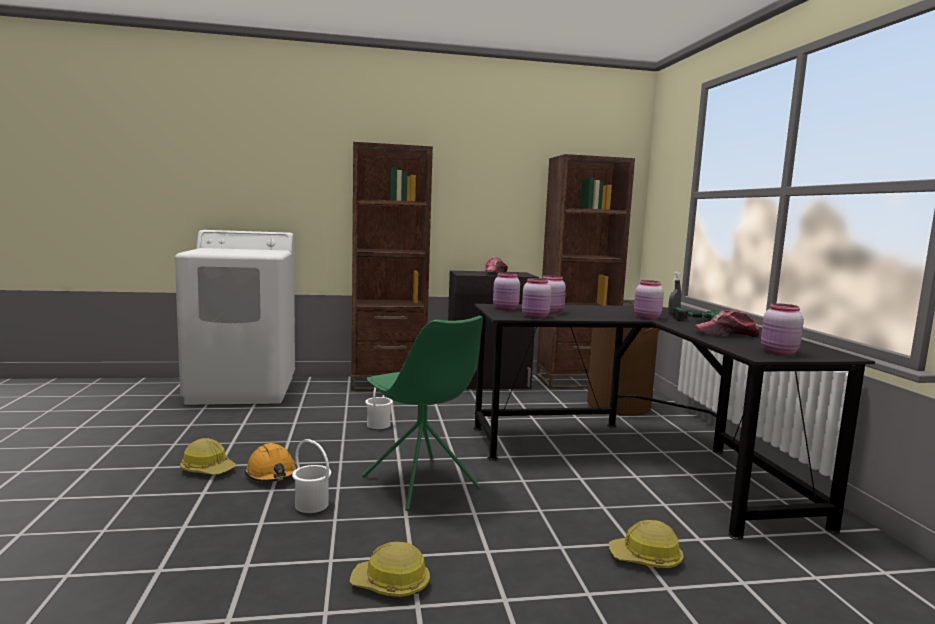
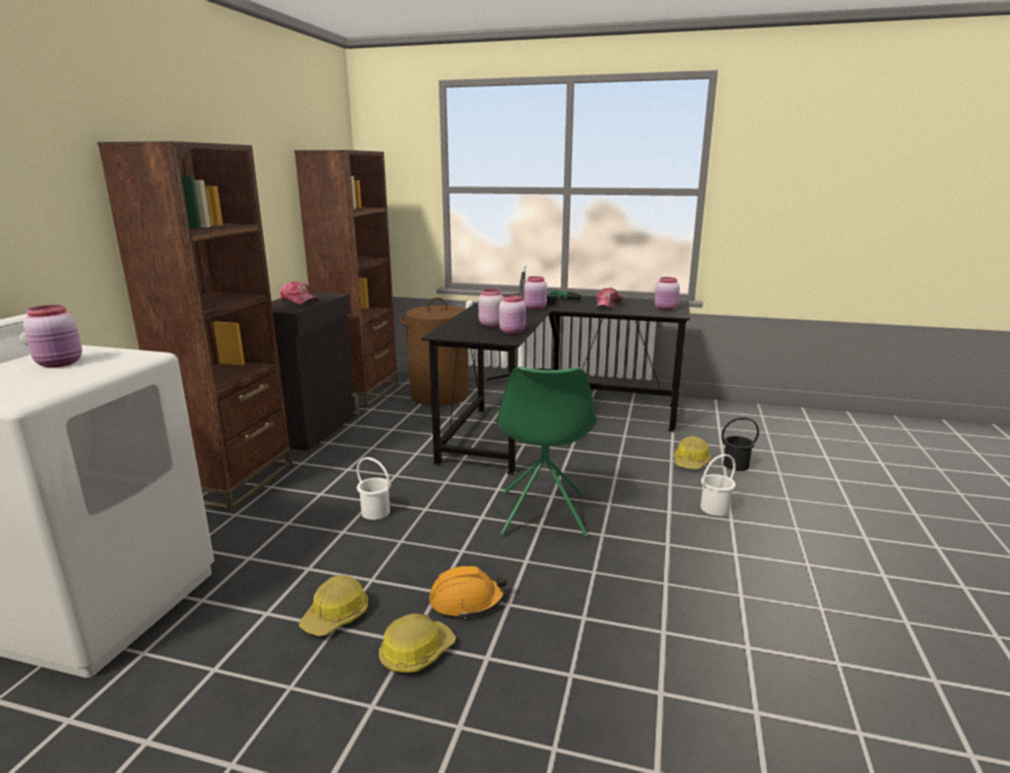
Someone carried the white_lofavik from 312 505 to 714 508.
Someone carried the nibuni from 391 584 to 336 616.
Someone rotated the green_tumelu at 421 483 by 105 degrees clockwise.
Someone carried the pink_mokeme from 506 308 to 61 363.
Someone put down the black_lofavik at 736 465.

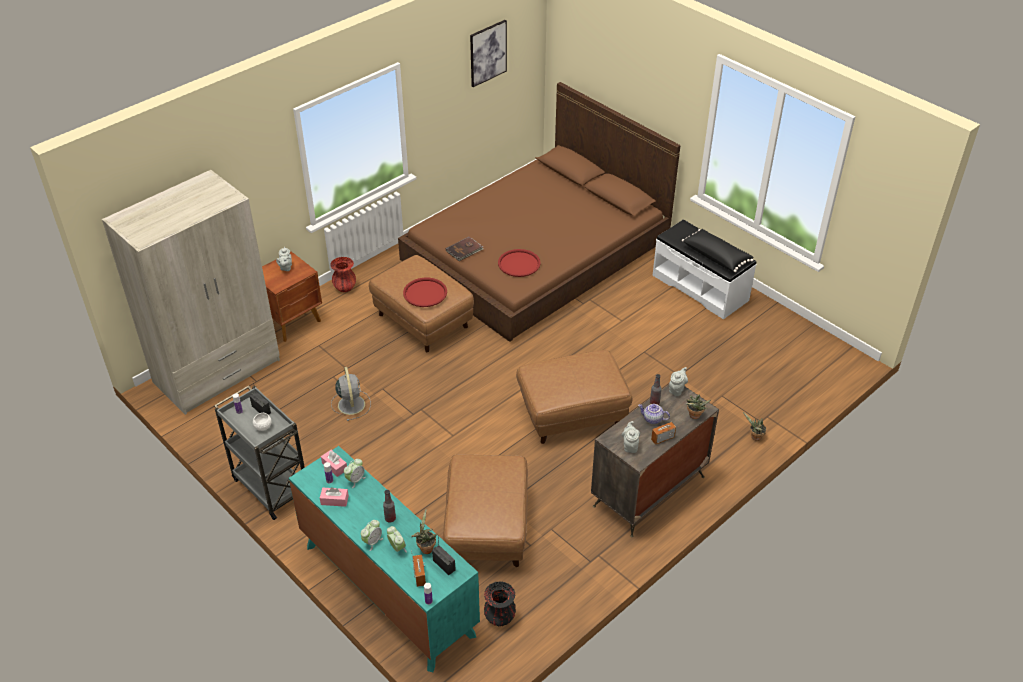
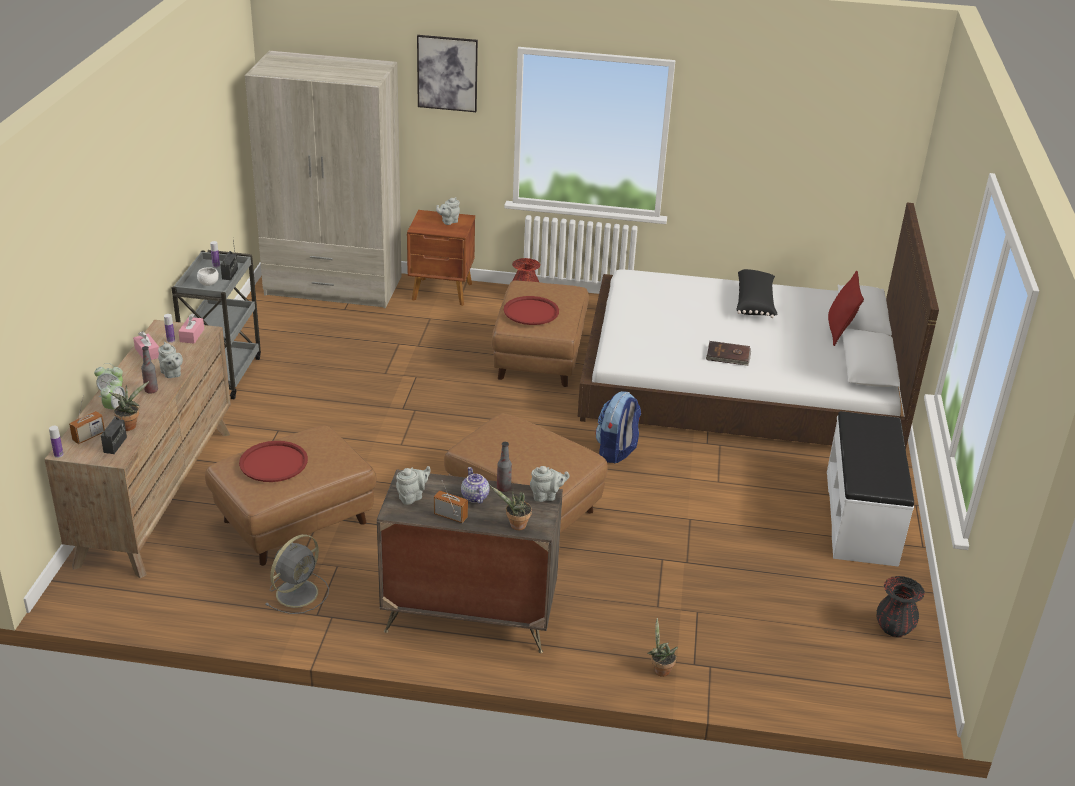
Someone repainted the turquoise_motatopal at 387 589, which became the brown_motatopal at 156 495.
Someone carried the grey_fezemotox from 351 404 to 298 592.
Someone took away the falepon at 355 480.
Someone repainted the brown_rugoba at 536 252, which became the white_rugoba at 740 380.
Someone carried the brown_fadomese from 464 250 to 728 356.
Someone carried the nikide from 488 53 to 447 73.
Someone carried the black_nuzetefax from 500 617 to 894 628.
Someone carried the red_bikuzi from 519 263 to 273 462.
Someone carried the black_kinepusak from 716 256 to 755 303.
Someone put down the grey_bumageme at 171 374.
Someone put down the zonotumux at 616 452.
Someone put down the red_kinepusak at 839 331.

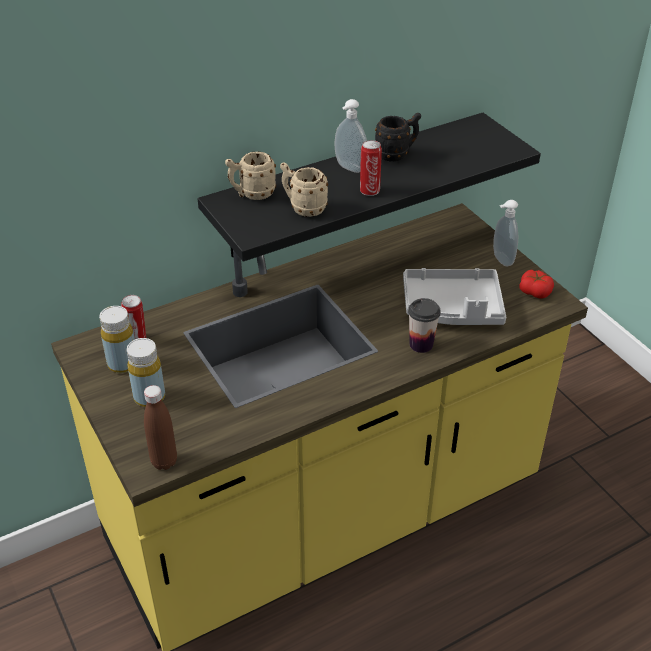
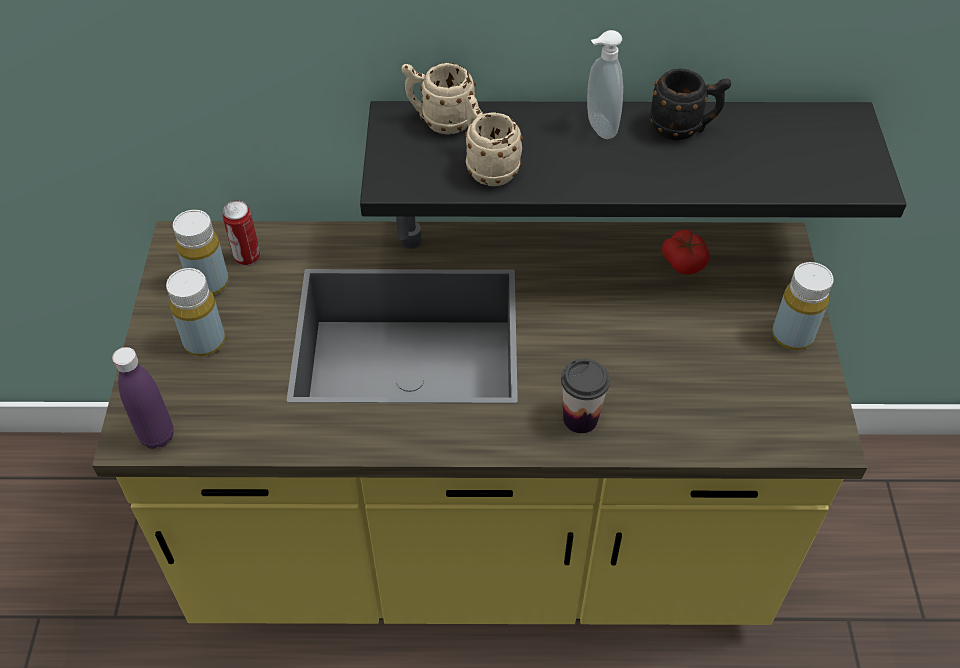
Someone repainted the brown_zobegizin at 164 461, which became the purple_zobegizin at 157 436.
Someone took away the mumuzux at 369 190.
Someone took away the grey_bikuzi at 452 308.
Someone swapped the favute at 501 260 for the yellow_zobegizin at 792 335.
Someone carried the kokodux from 535 291 to 684 261.

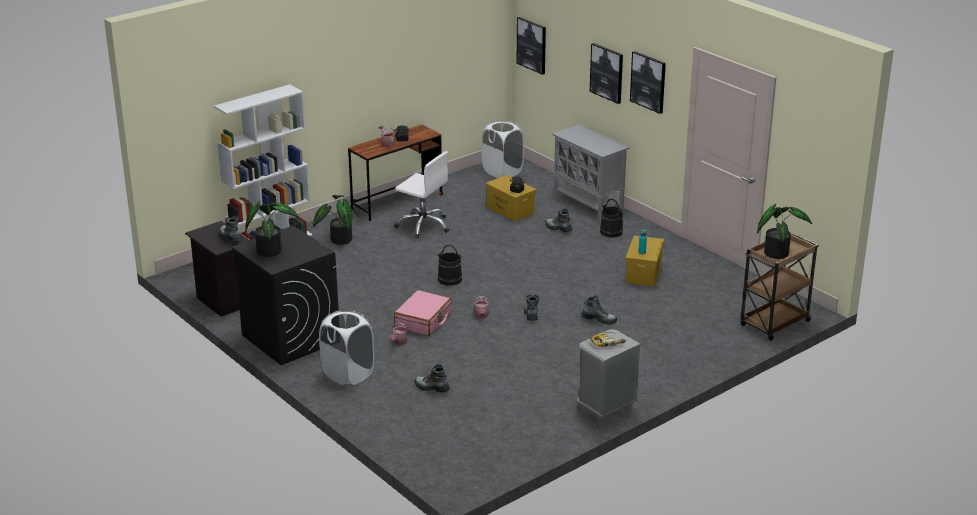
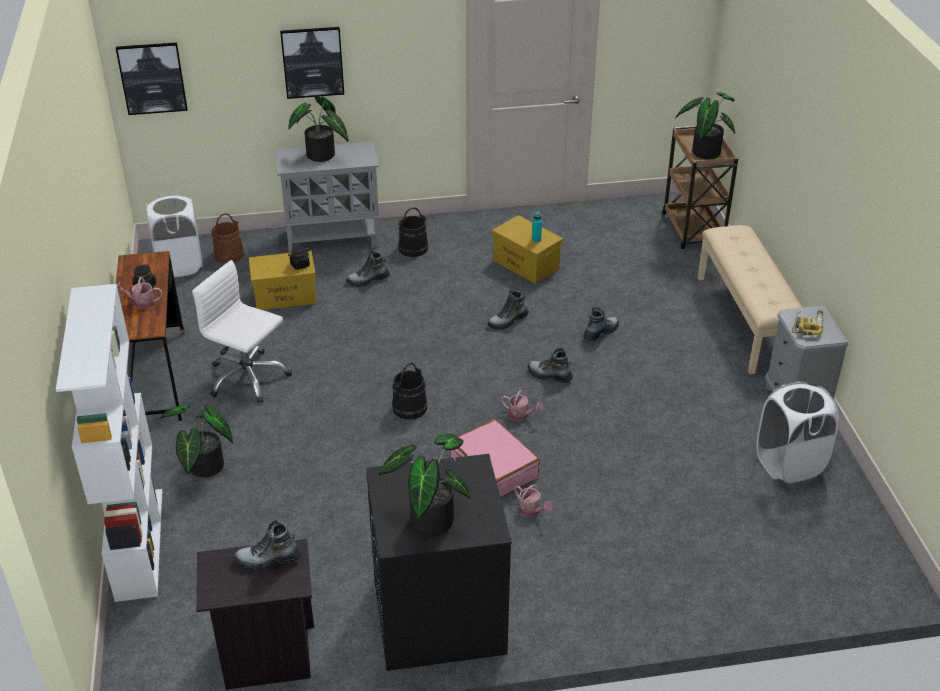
Someone carried the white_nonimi from 348 374 to 789 464.
Someone rotated the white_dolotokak at 423 225 by 120 degrees counterclockwise.
Someone carried the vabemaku from 431 388 to 507 321.
Someone took away the nikide at 648 81.
Someone put down the brown_lofavik at 229 254.
Someone put down the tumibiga at 322 157.
Someone put down the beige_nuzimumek at 746 321.

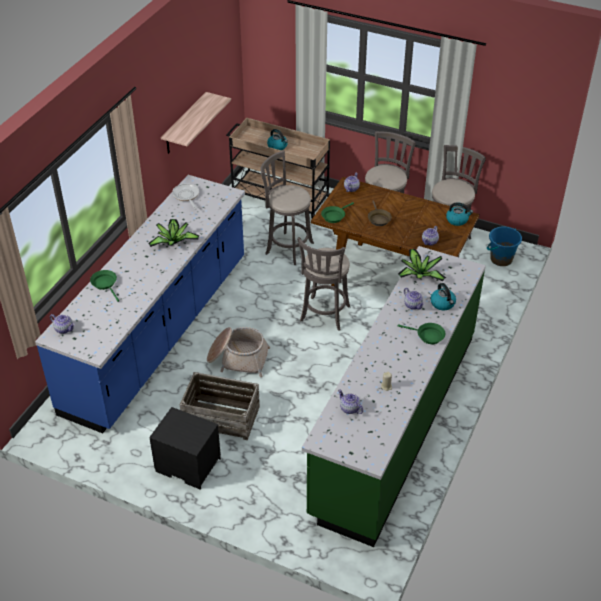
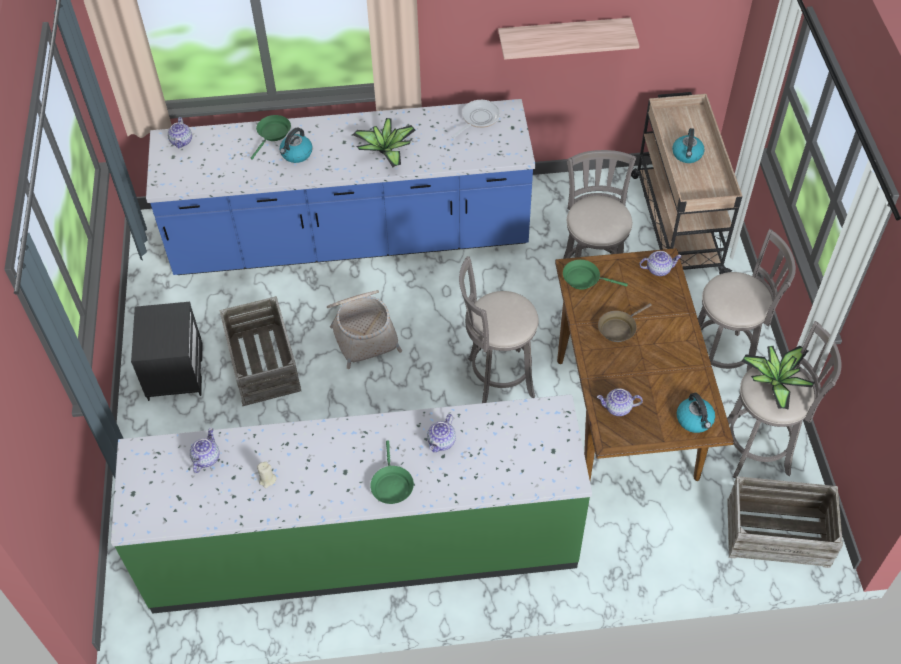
Someone carried the tumibiga from 419 275 to 775 381.
Someone carried the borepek from 443 304 to 296 154.
Someone swapped the blue_lofavik at 501 259 for the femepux at 777 534.

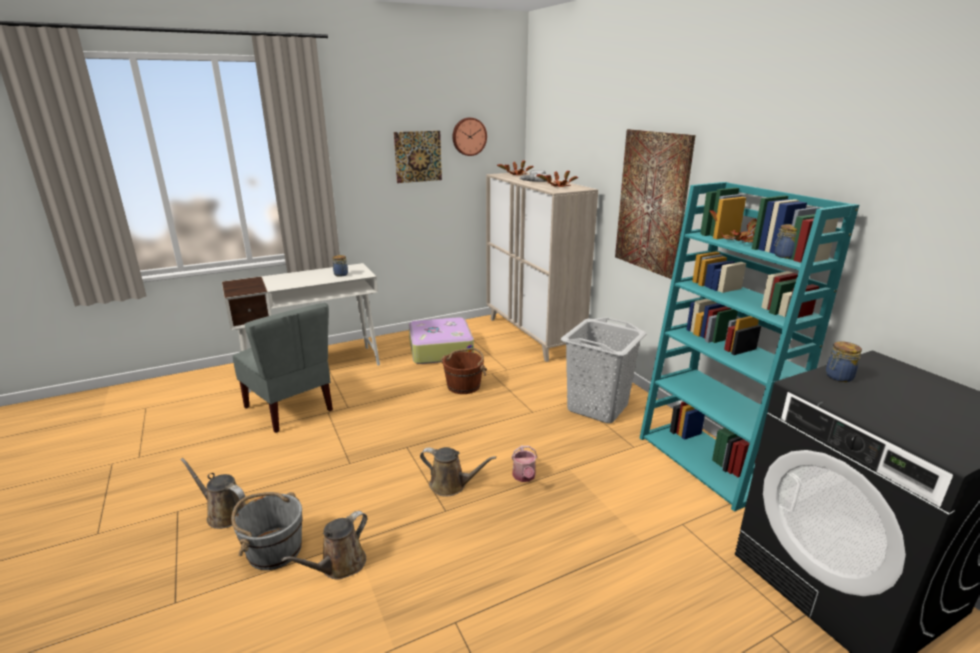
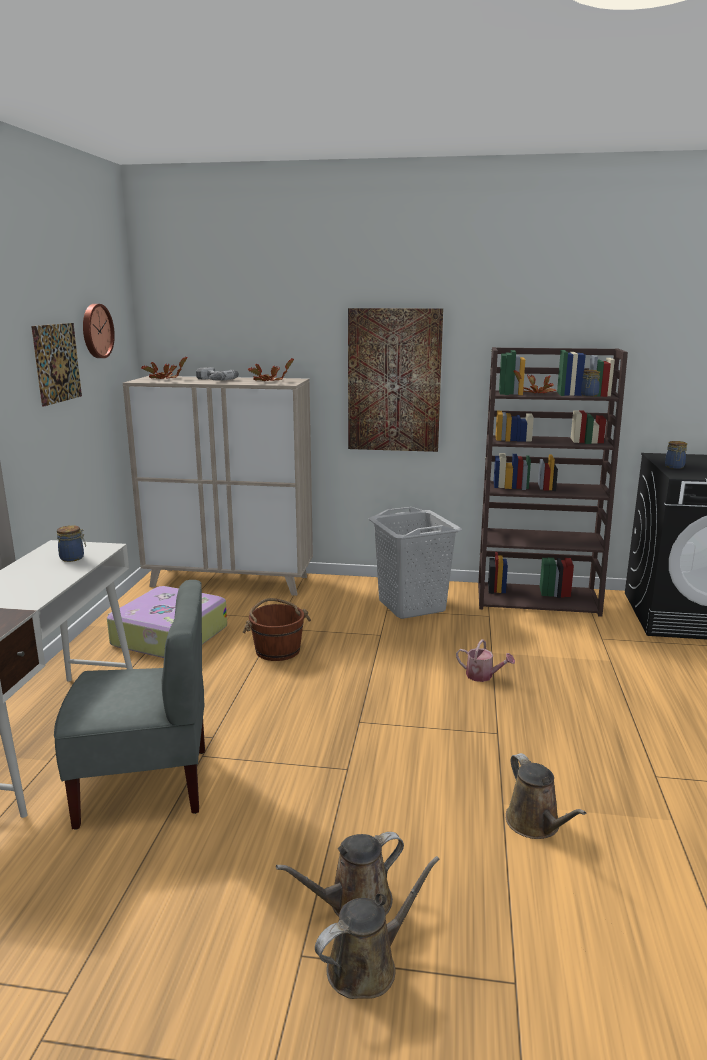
Someone took away the grey_lofavik at 274 550.
Someone carried the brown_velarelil from 451 485 to 368 965.
Someone repainted the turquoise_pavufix at 709 462, which became the brown_pavufix at 538 599.

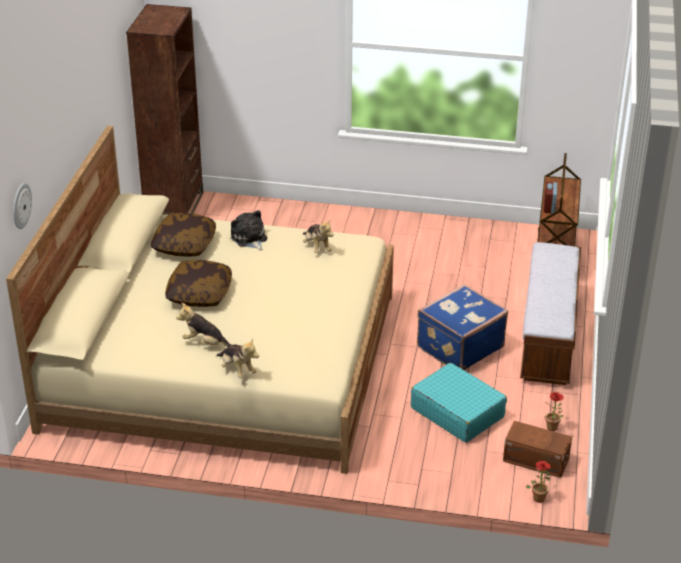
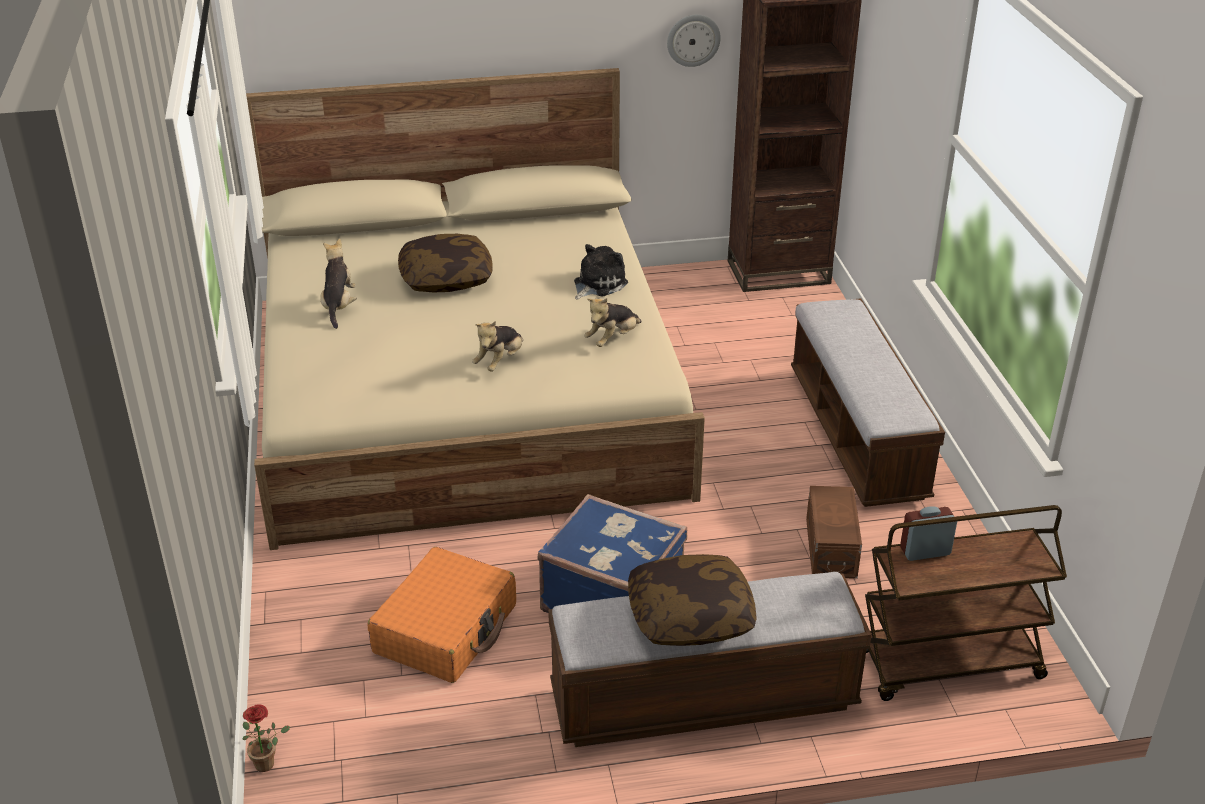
Someone carried the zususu from 20 205 to 693 40.
Someone carried the kinepusak from 184 245 to 690 616.
Someone carried the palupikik from 237 370 to 500 361.
Someone repainted the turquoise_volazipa at 457 412, which became the orange_volazipa at 446 629.
Someone carried the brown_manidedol from 536 461 to 829 548.
Someone took away the tumibiga at 553 429.
Someone put down the nuzimumek at 856 435.

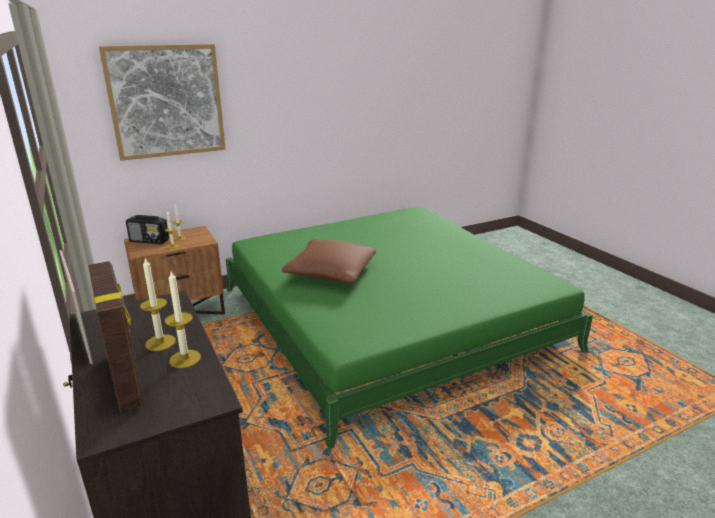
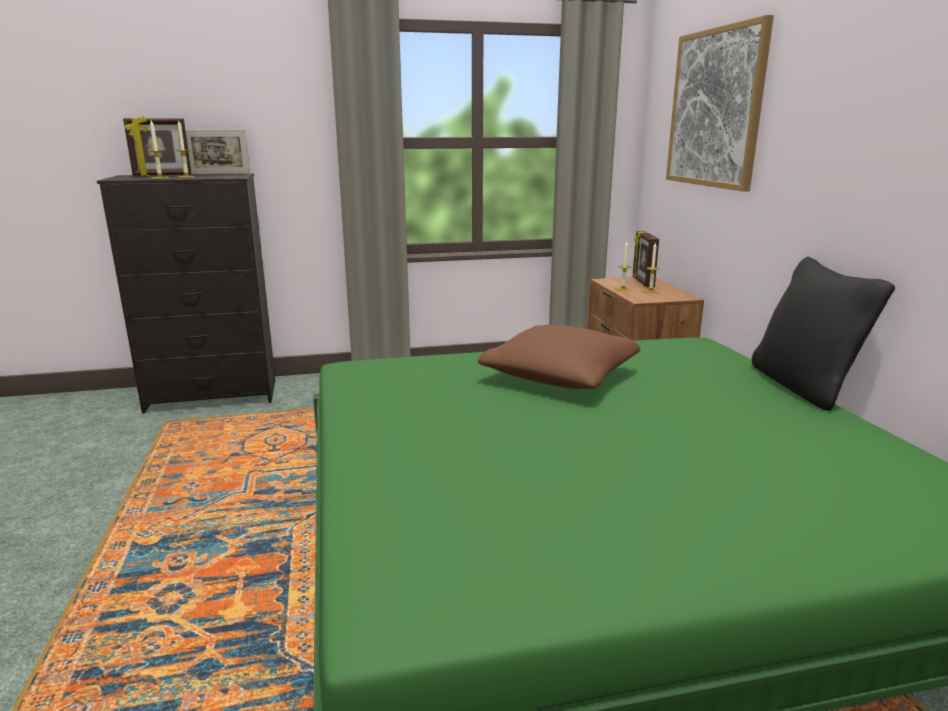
Someone swapped the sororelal at 150 241 for the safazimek at 642 282.
Someone put down the black_kinepusak at 804 386.

